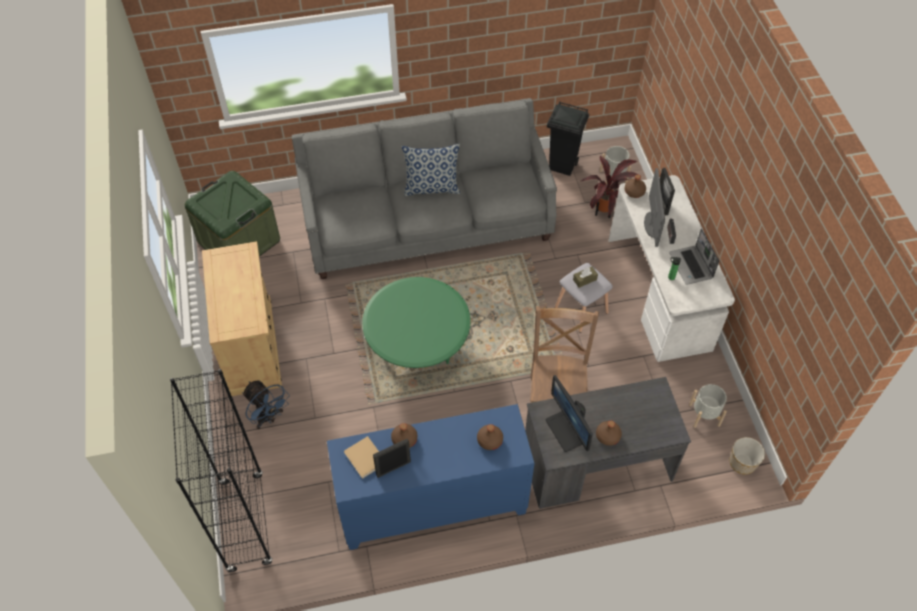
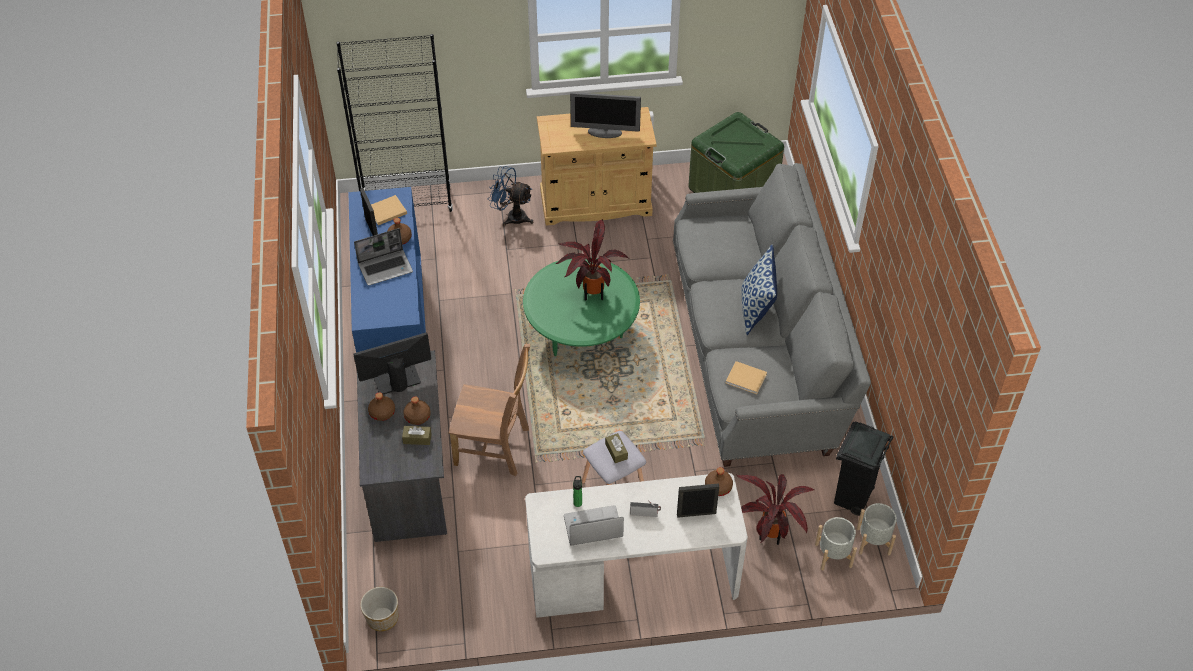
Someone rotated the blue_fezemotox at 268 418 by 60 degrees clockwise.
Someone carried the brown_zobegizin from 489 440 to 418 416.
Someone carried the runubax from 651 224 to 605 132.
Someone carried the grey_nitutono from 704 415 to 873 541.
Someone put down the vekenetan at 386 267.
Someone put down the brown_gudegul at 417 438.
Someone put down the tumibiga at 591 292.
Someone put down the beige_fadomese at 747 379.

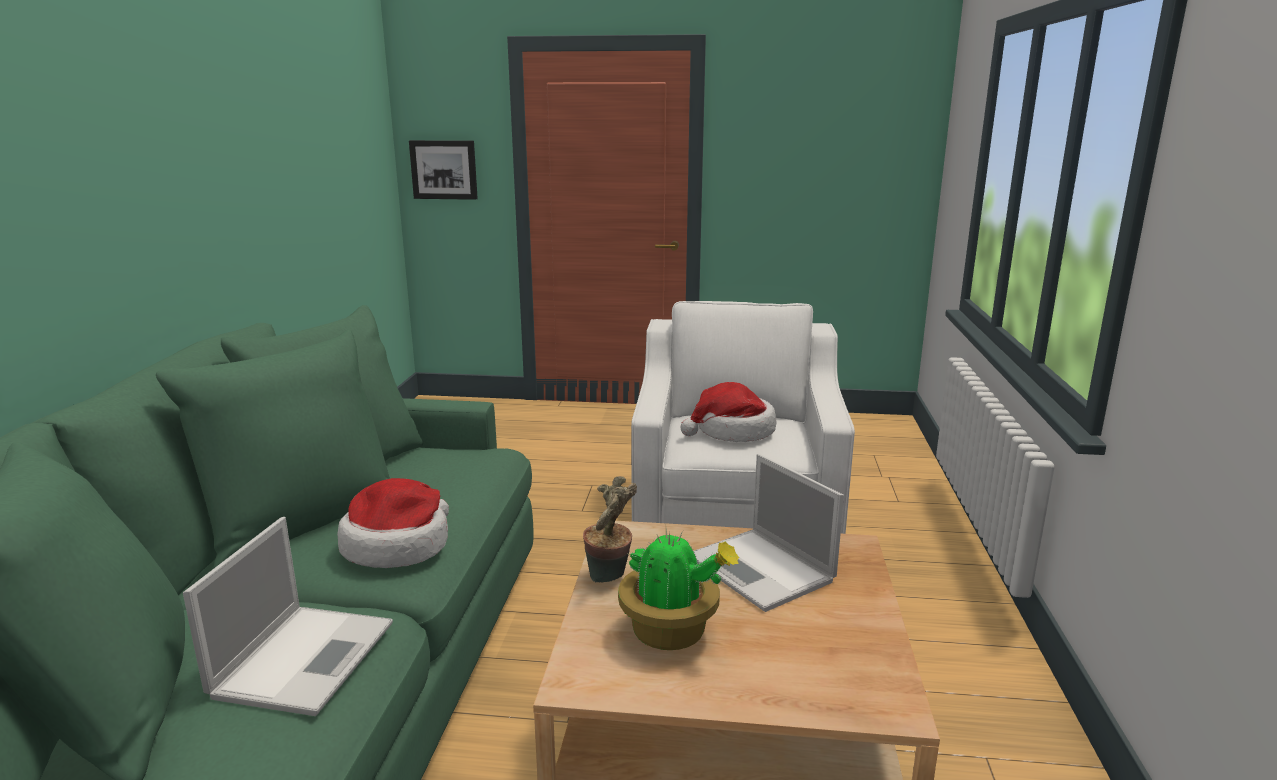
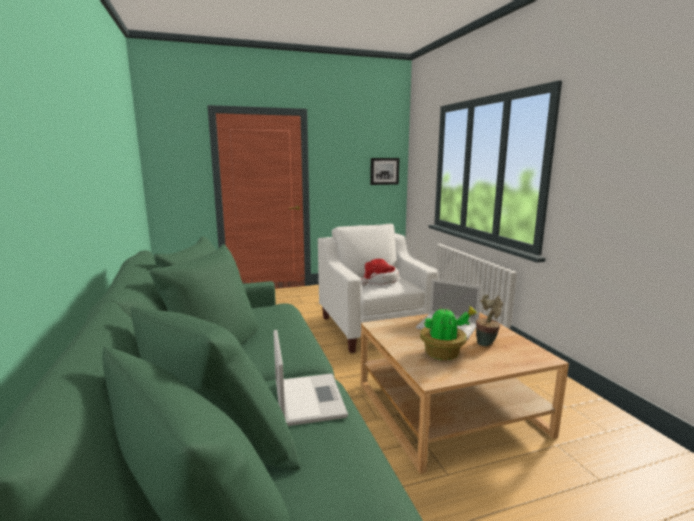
Someone took away the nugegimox at 398 545.
Someone carried the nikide from 444 169 to 384 171.
Someone carried the tumibiga from 610 577 to 487 343.

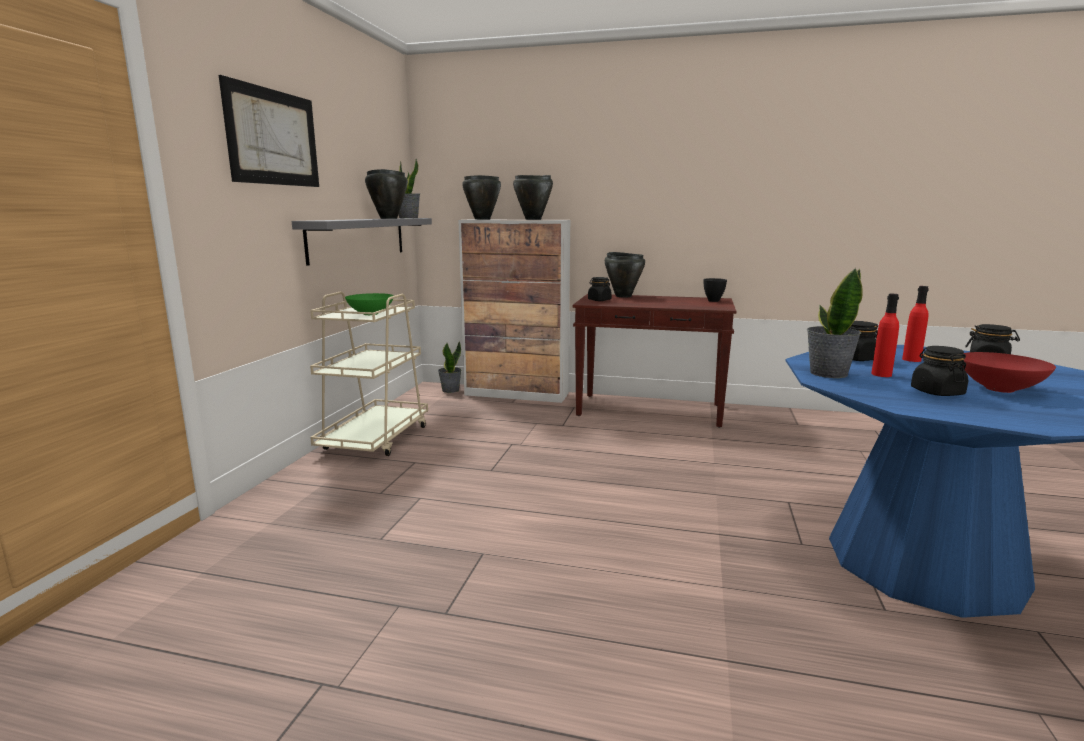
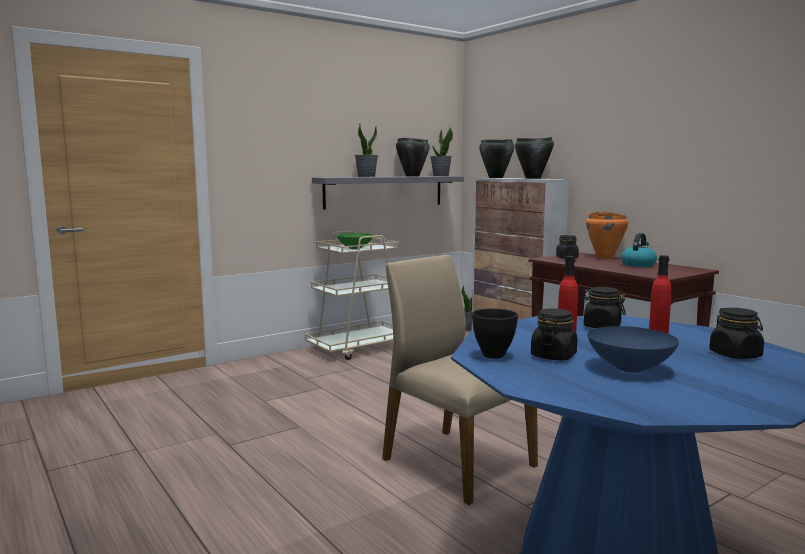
Someone took away the nikide at 273 137.
Someone repainted the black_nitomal at 623 296, which became the orange_nitomal at 605 257.
Someone carried the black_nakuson from 713 301 to 493 355.
Someone carried the tumibiga from 827 373 to 366 176.
Someone repainted the red_nakuson at 1001 389, which became the blue_nakuson at 631 368.
Someone put down the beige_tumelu at 456 462.
Someone put down the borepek at 638 265.

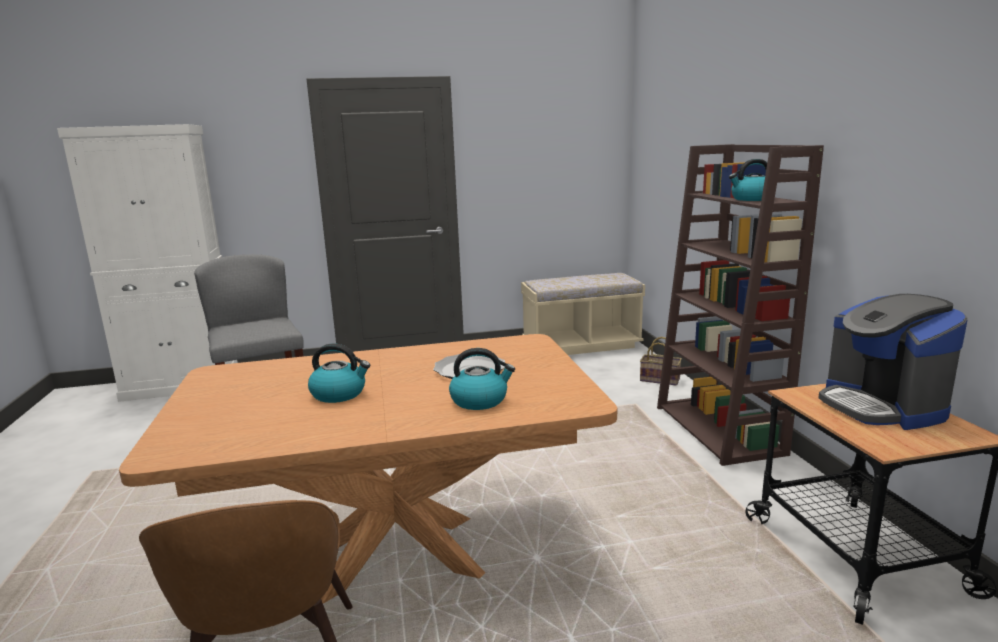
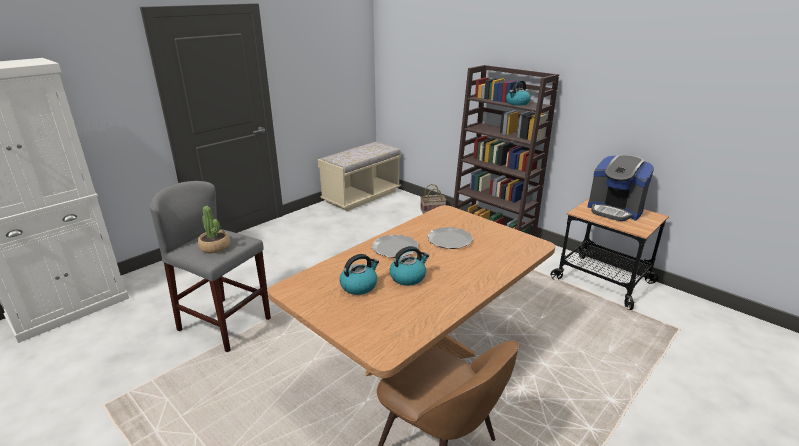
Someone carried the borepek from 480 400 to 359 286.
Someone put down the tumibiga at 215 247.
Someone put down the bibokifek at 394 248.

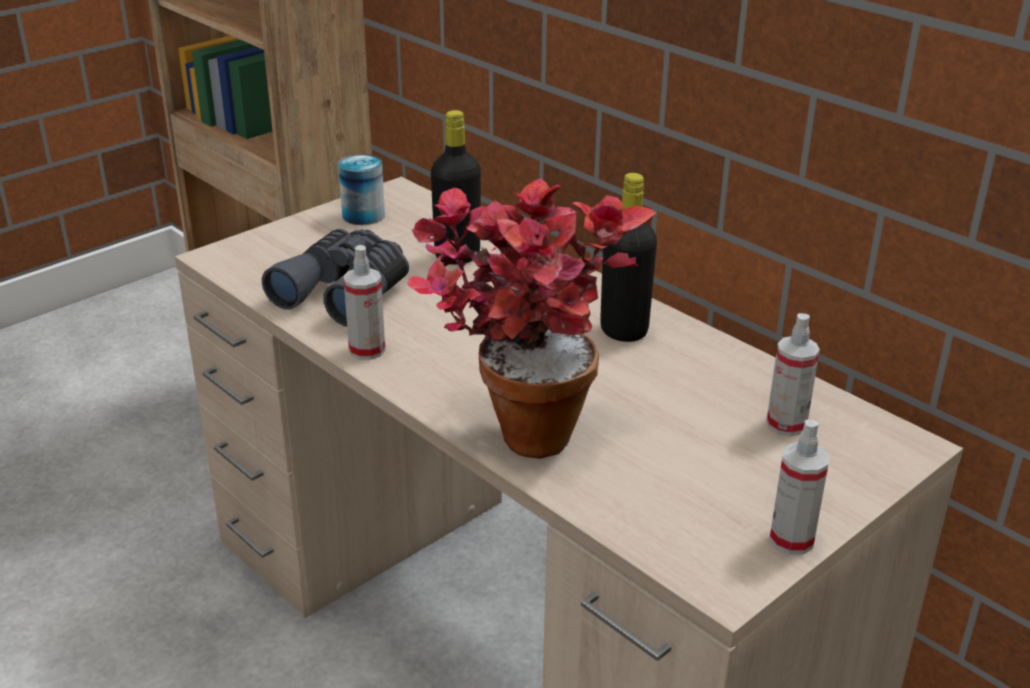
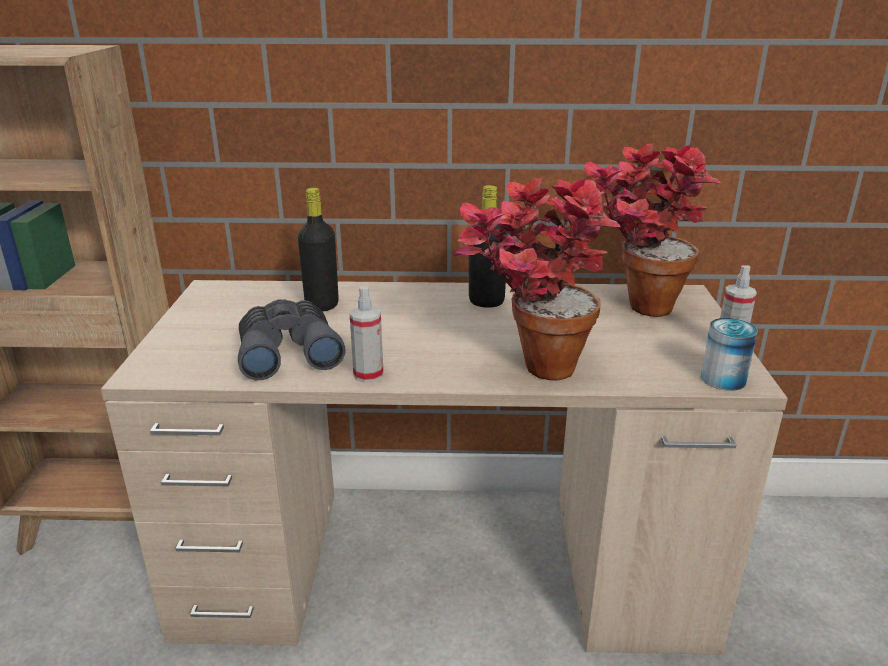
Someone carried the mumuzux from 363 215 to 723 379.
Someone swapped the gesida at 786 424 for the tumibiga at 633 307.

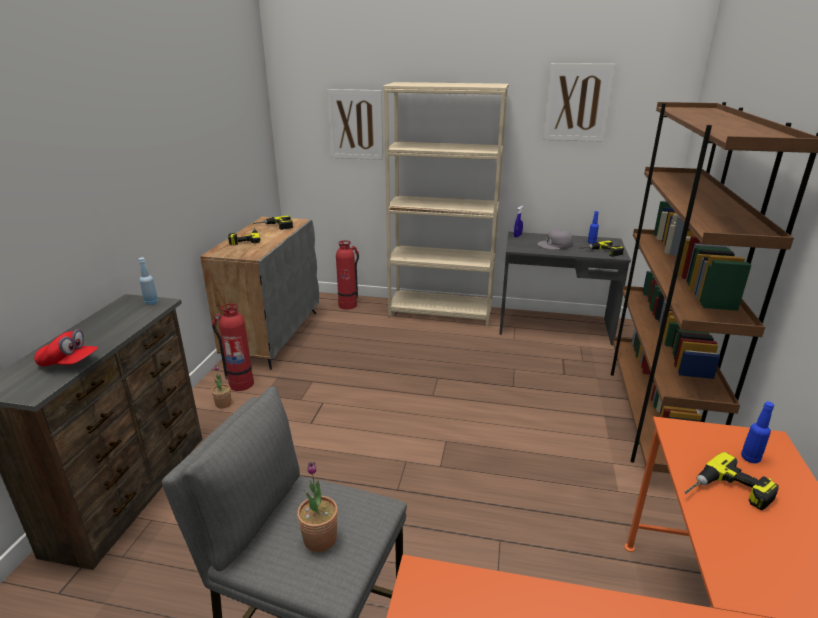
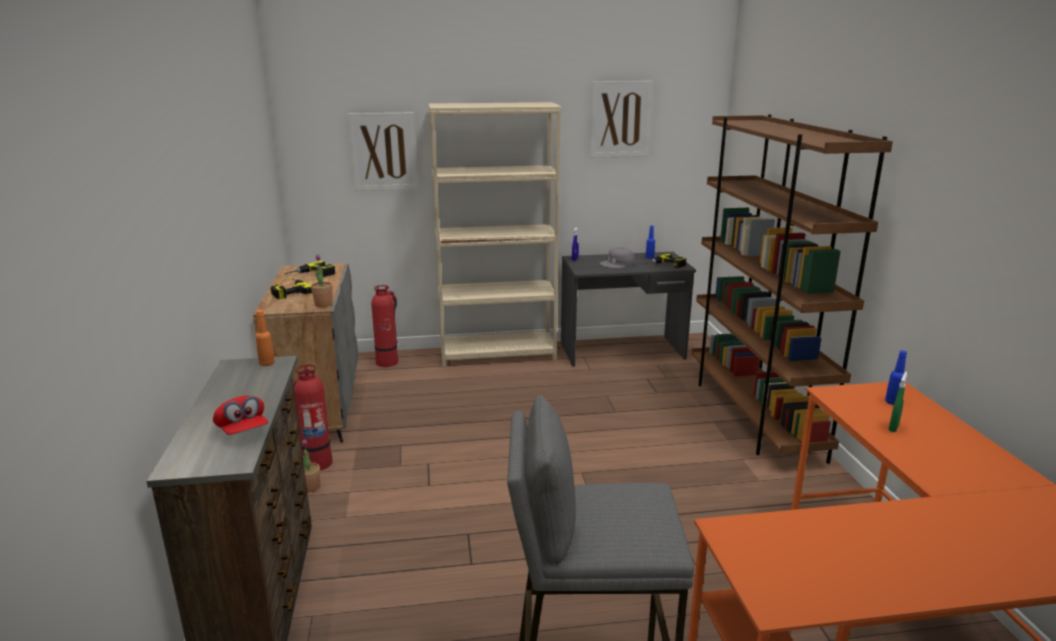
Someone rotated the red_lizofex at 69 363 by 60 degrees clockwise.
Someone repainted the blue_zobegizin at 151 303, which became the orange_zobegizin at 267 363.
Someone carried the tumibiga from 320 539 to 323 304.
Someone swapped the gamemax at 727 494 for the green_gesida at 893 428.

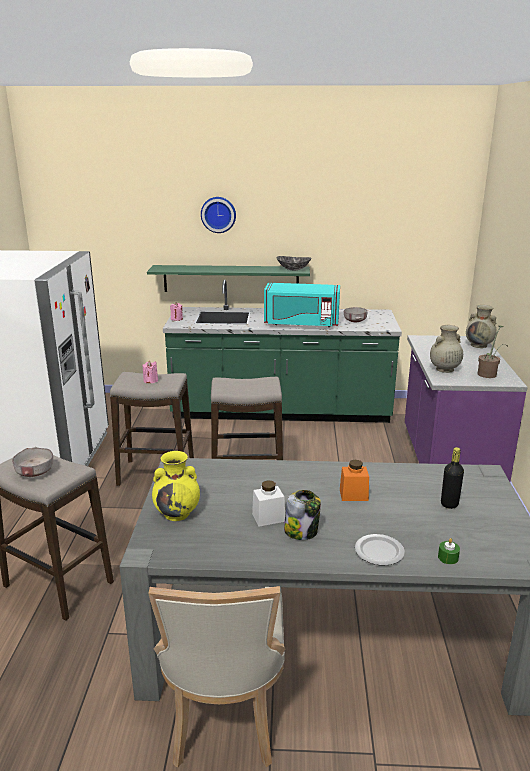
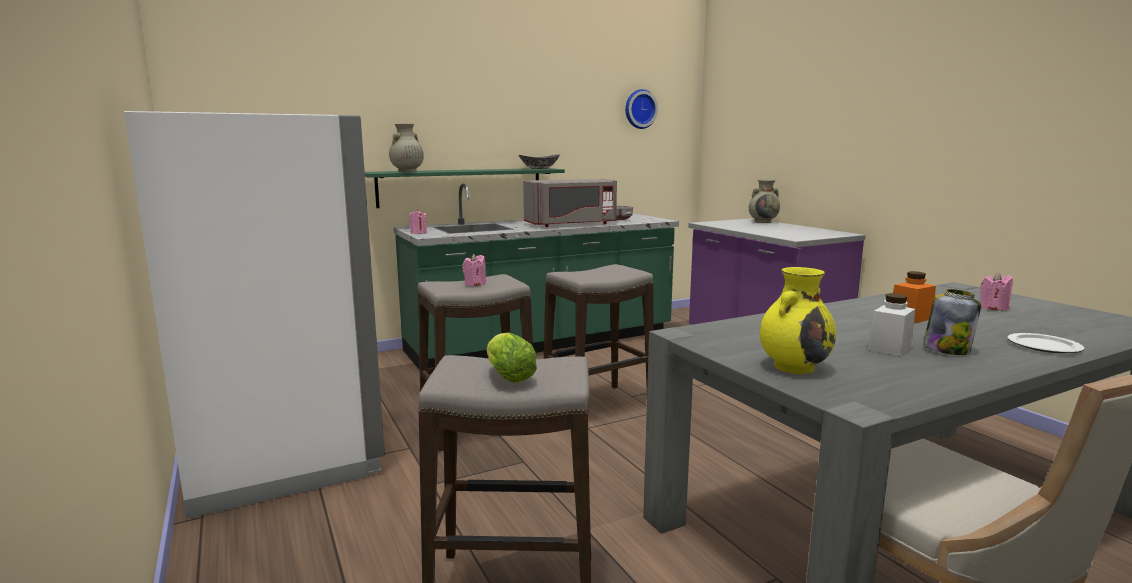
Someone swapped the grey_nakuson at 34 472 for the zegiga at 507 376.
Someone carried the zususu from 218 214 to 639 109.
Someone repainted the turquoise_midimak at 301 323, which became the grey_midimak at 571 224.
Someone carried the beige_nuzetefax from 444 369 to 407 171.
Someone took away the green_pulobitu at 448 558.
Someone swapped the black_zobegizin at 449 504 for the pink_pulobitu at 993 308.
Someone took away the tumibiga at 488 373.

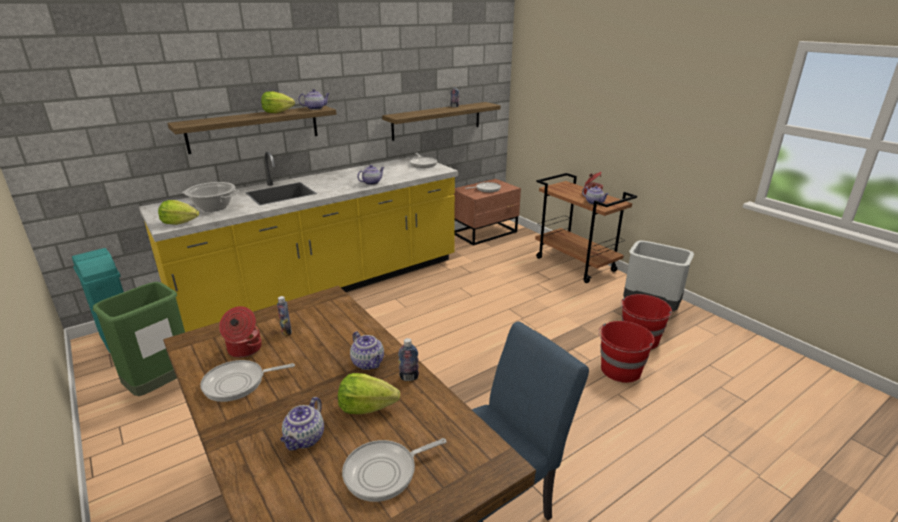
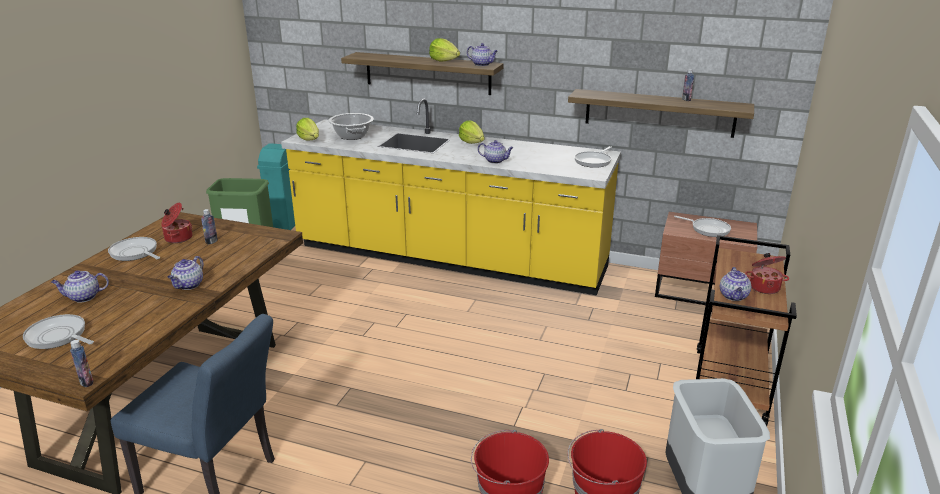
Someone carried the zegiga from 366 407 to 472 142.
Someone carried the zobegizin from 409 377 to 86 382.

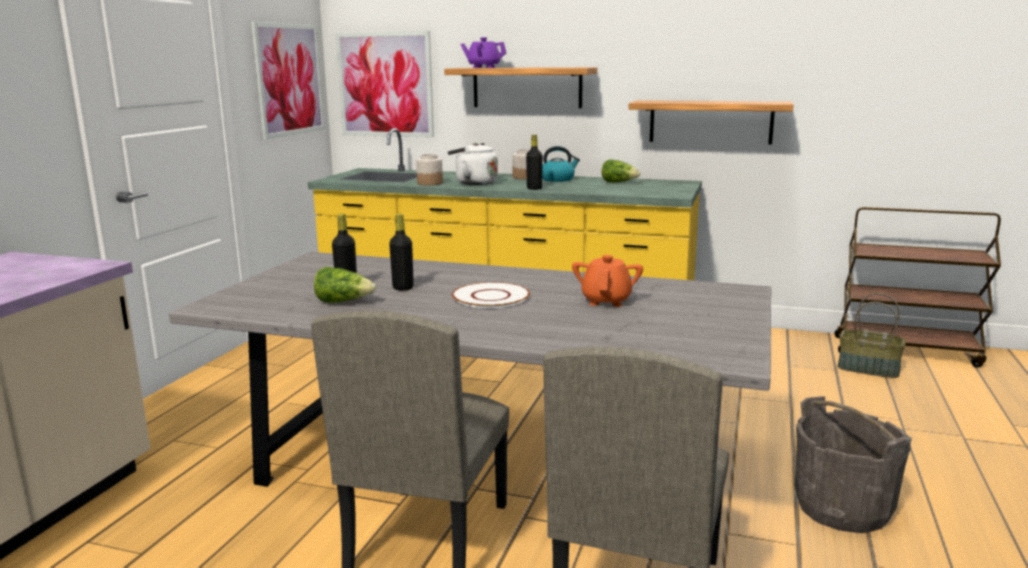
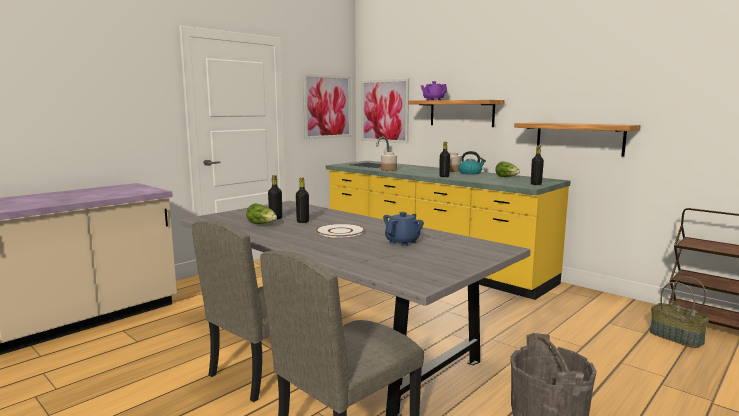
Someone took away the white_borepek at 473 183.
Someone repainted the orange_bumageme at 606 301, which became the blue_bumageme at 402 242.
Someone put down the black_zobegizin at 536 184.

